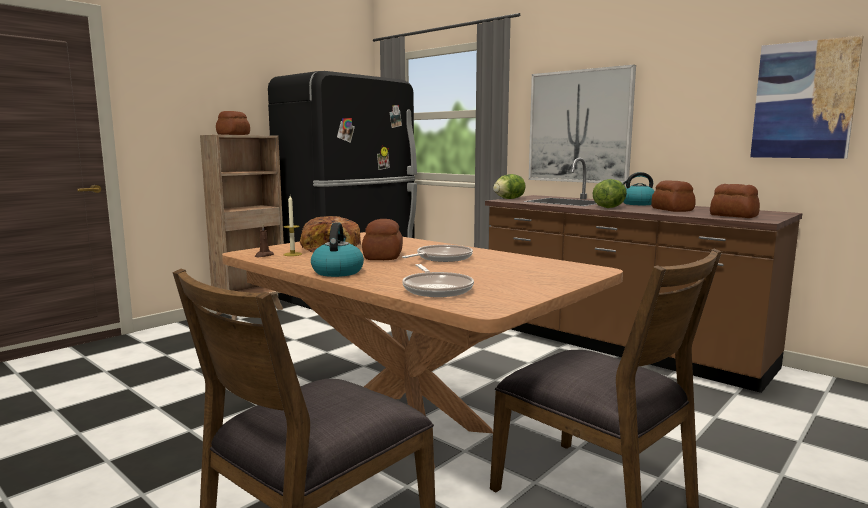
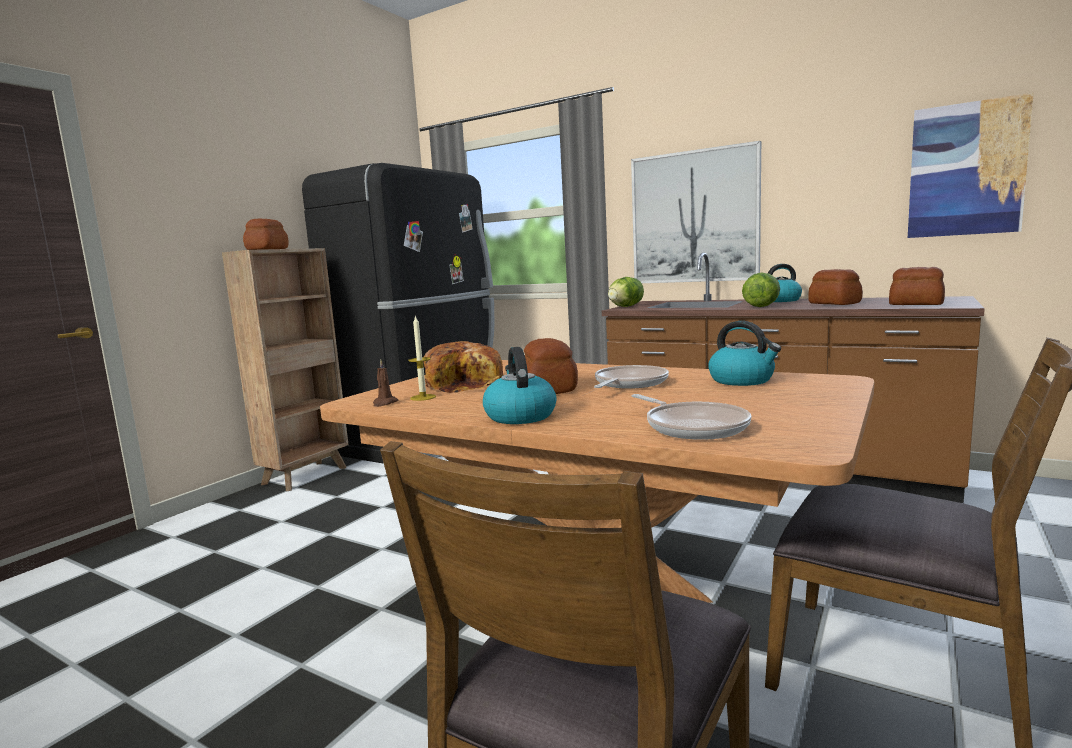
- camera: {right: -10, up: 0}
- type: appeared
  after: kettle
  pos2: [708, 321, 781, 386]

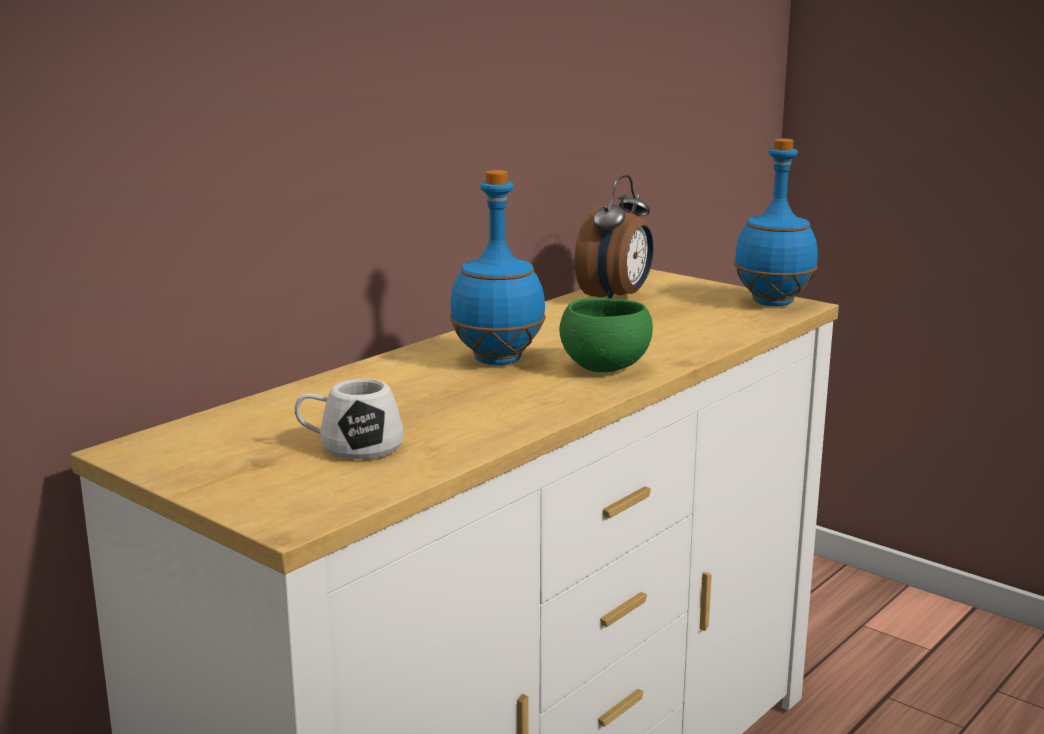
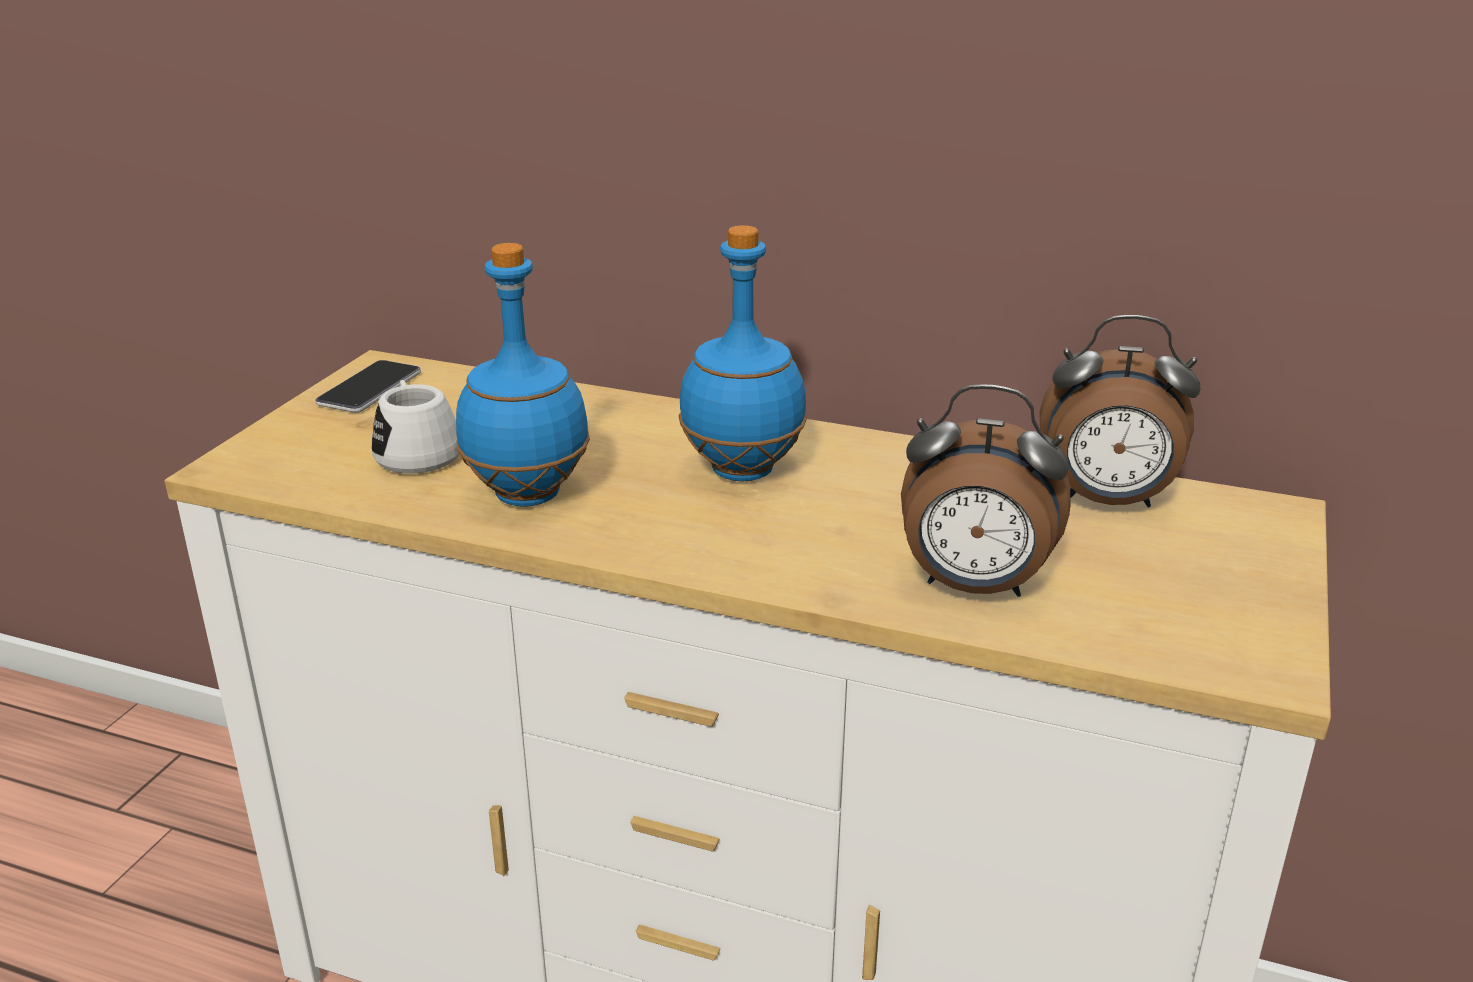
- camera: {right: 70, up: 10}
- type: missing
  before: green-coloured bowl
  pos1: [559, 298, 653, 372]
- type: relocated
  before: bluish drink bottle
  pos1: [734, 138, 818, 306]
  pos2: [456, 243, 590, 507]
- type: appeared
  after: phone
  pos2: [315, 360, 421, 413]
- type: appeared
  after: table clock
  pos2: [901, 384, 1071, 597]

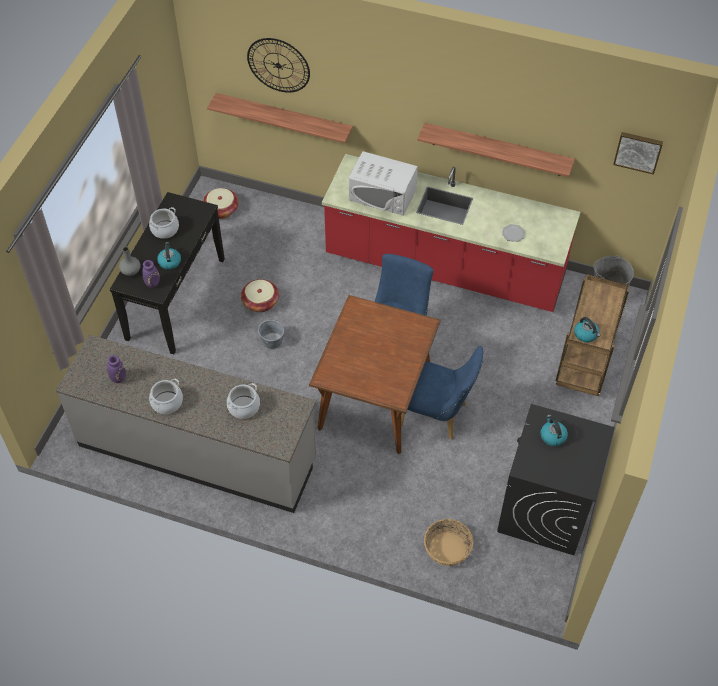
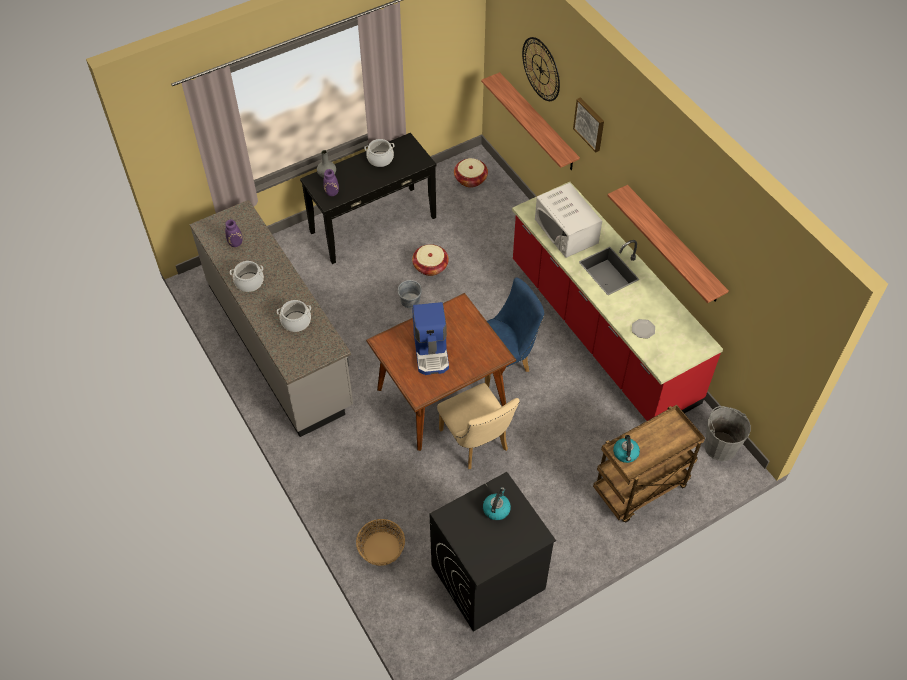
- camera: {right: 40, up: 0}
- type: missing
  before: kettle
  pos1: [157, 242, 181, 270]
- type: colour
  before: bluish upright chair
  after: sand-coloured upright chair
  pos1: [401, 346, 484, 440]
  pos2: [437, 383, 519, 469]
- type: relocated
  before: wall picture
  pos1: [613, 132, 663, 175]
  pos2: [573, 97, 604, 152]
- type: appeared
  after: coffee maker
  pos2: [412, 302, 449, 375]

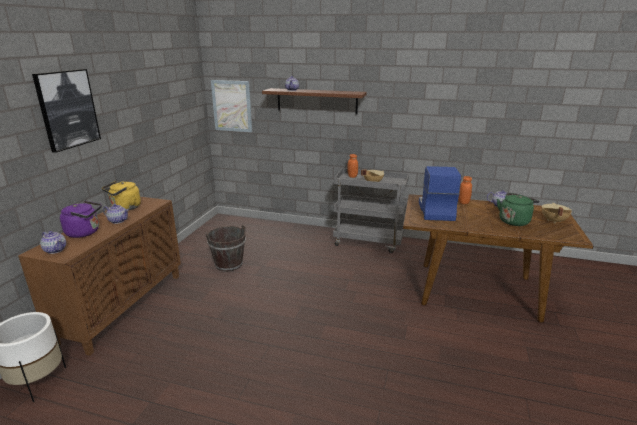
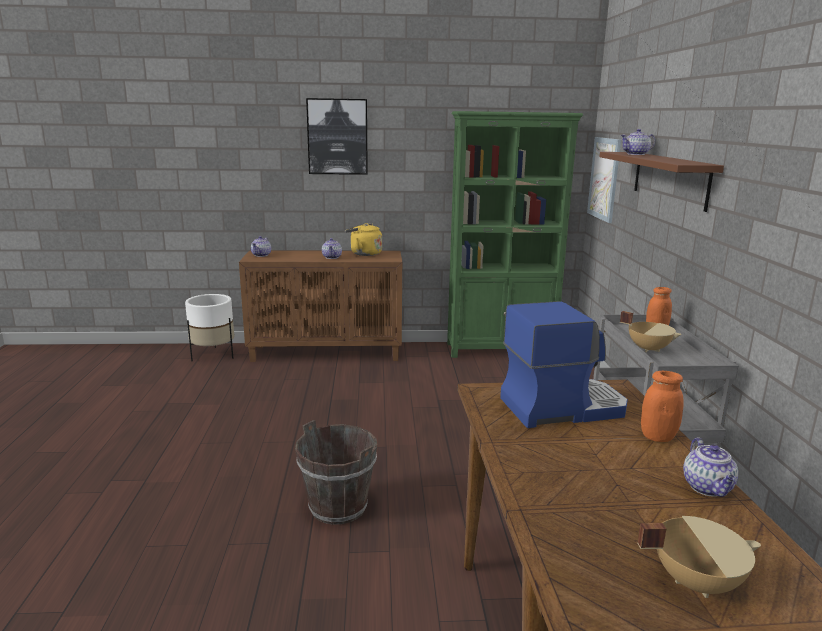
- camera: {right: 70, up: -5}
- type: missing
  before: purplish kettle
  pos1: [60, 201, 102, 238]
- type: relocated
  before: brownish water bucket
  pos1: [205, 224, 246, 272]
  pos2: [295, 420, 377, 525]
- type: missing
  before: green-coloured kettle
  pos1: [497, 193, 540, 226]
- type: appeared
  after: green-coloured bookcase
  pos2: [447, 111, 583, 358]

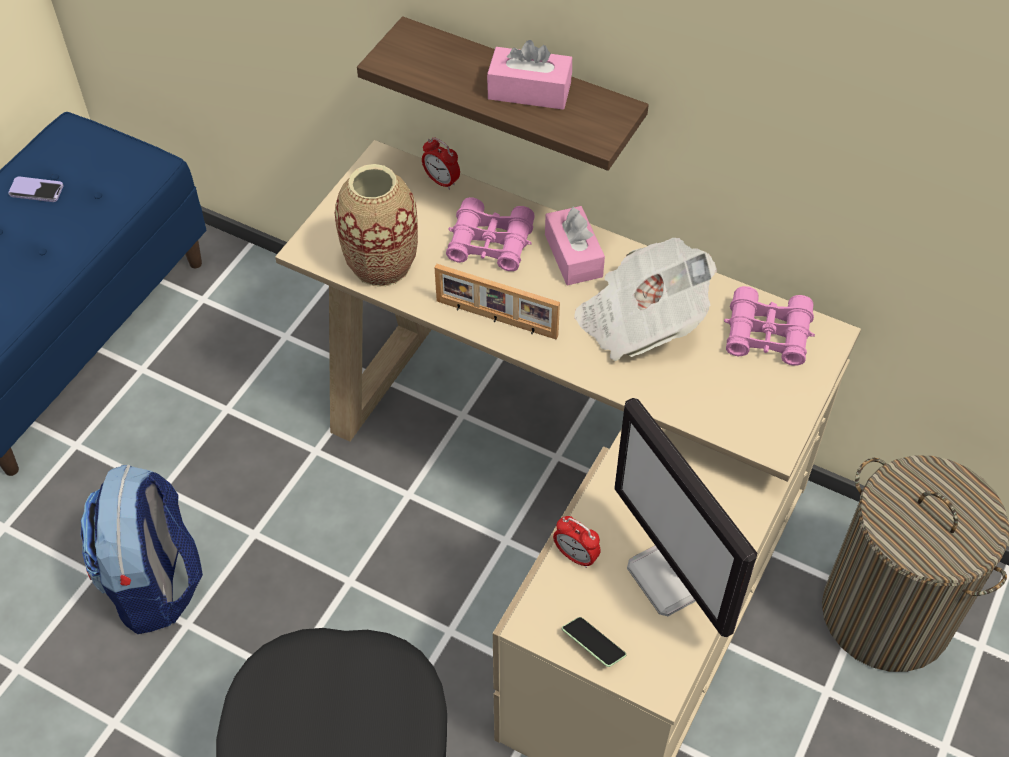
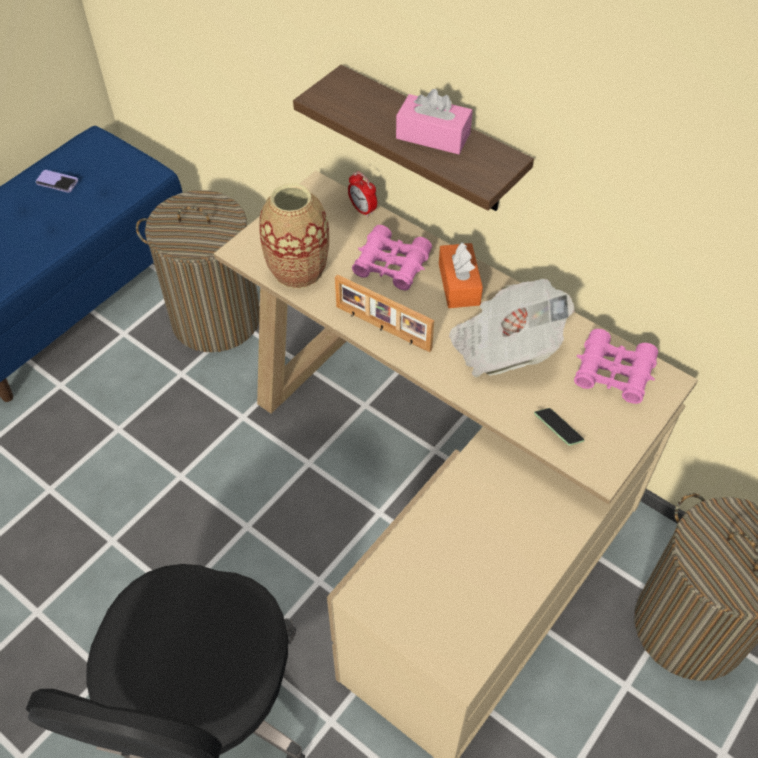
- camera: {right: 10, up: 0}
- type: missing
  before: backpack
  pos1: [81, 464, 203, 634]
- type: colour
  before: pink-coloured tissue holder
  after: orange-coloured tissue holder
  pos1: [545, 206, 605, 285]
  pos2: [439, 242, 483, 308]
- type: missing
  before: table clock
  pos1: [553, 516, 601, 568]
- type: relocated
  before: phone
  pos1: [562, 617, 626, 667]
  pos2: [534, 408, 584, 446]
- type: missing
  before: monitor
  pos1: [614, 398, 757, 637]
- type: appeared
  after: laundry basket
  pos2: [136, 190, 260, 352]

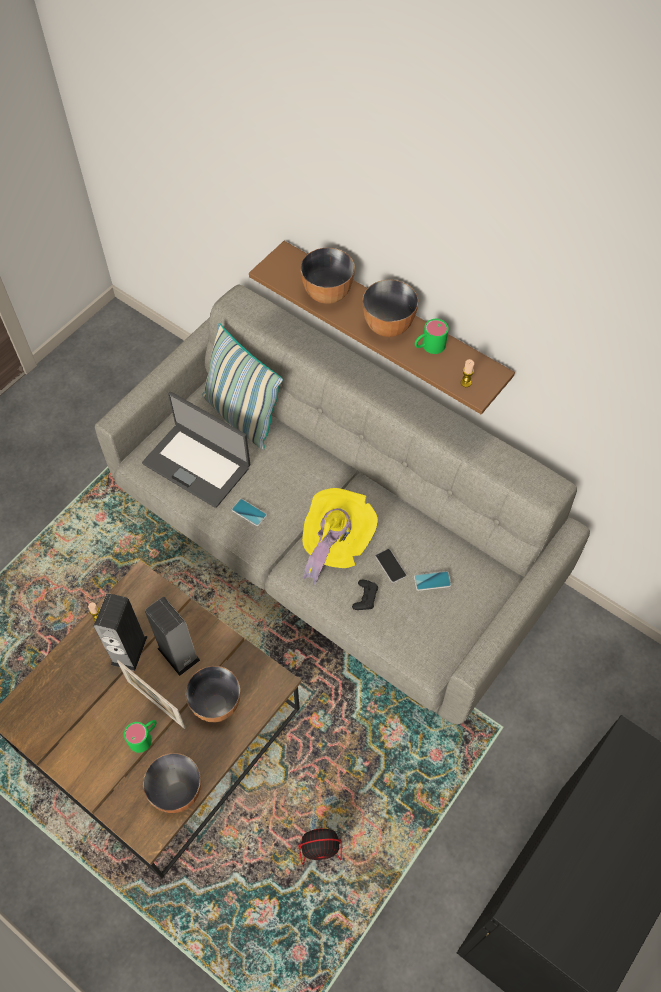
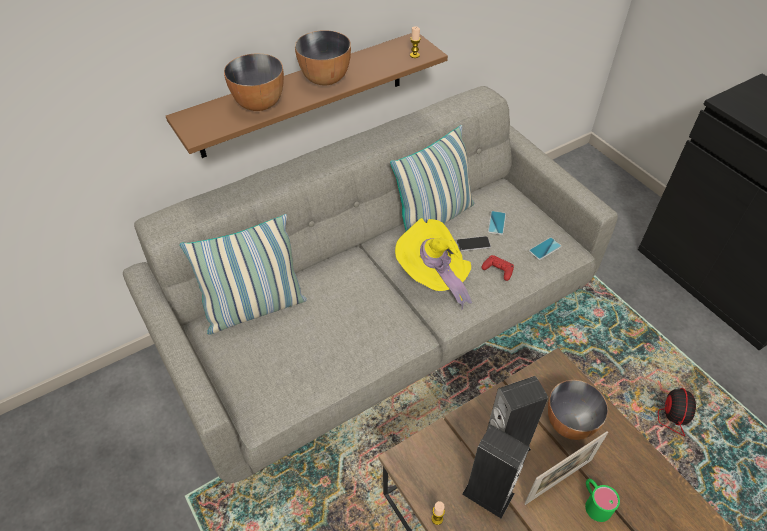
- camera: {right: -70, up: -10}
- type: missing
  before: laptop
  pos1: [142, 392, 250, 508]
- type: missing
  before: bowl
  pos1: [143, 753, 201, 813]
- type: relocated
  before: phone
  pos1: [231, 499, 267, 526]
  pos2: [529, 237, 562, 260]
- type: colour
  before: black gamepad
  after: reddish gamepad
  pos1: [352, 580, 378, 610]
  pos2: [481, 255, 514, 281]
- type: missing
  before: green-coloured tea mug
  pos1: [415, 319, 449, 354]
- type: appeared
  after: throw pillow
  pos2: [390, 125, 474, 231]

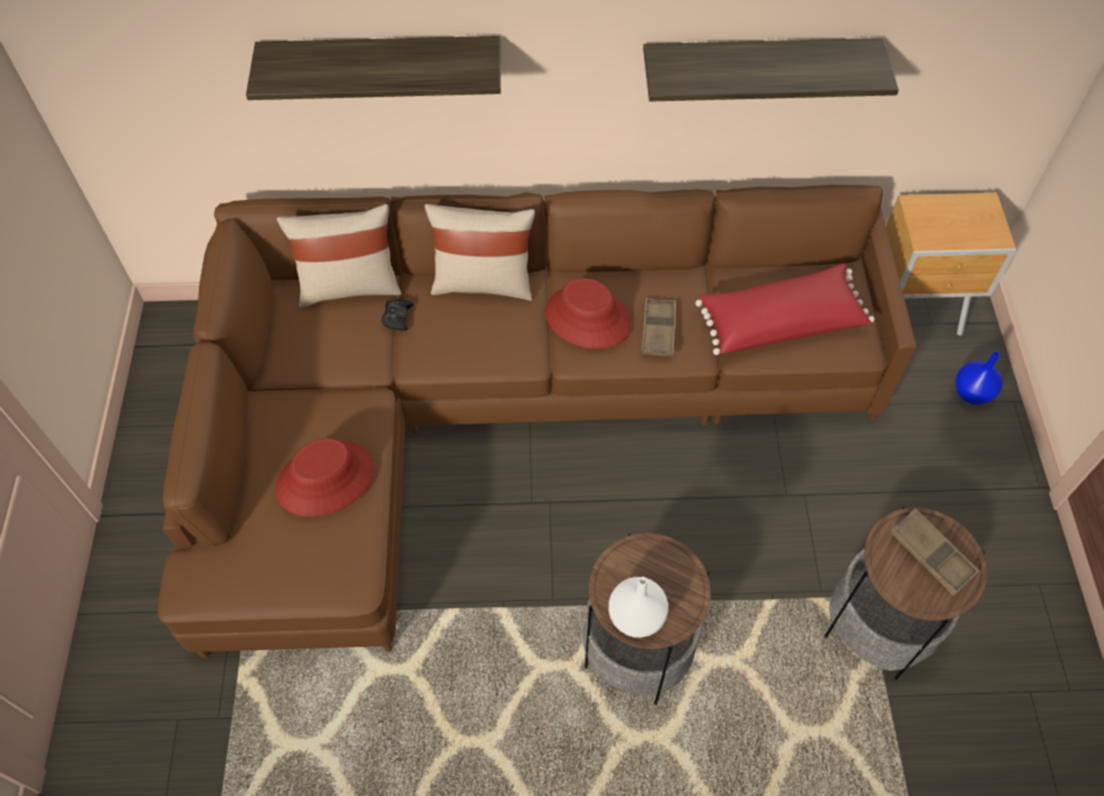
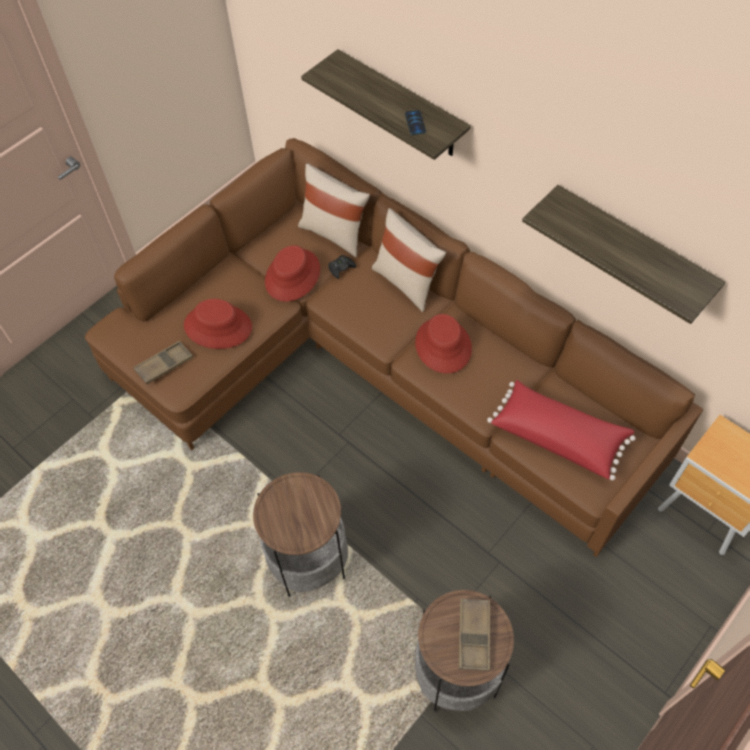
- camera: {right: 45, up: 0}
- type: missing
  before: white-coloured flower vase
  pos1: [609, 577, 668, 638]
- type: relocated
  before: brownish serving tray
  pos1: [641, 298, 676, 357]
  pos2: [133, 341, 193, 384]
- type: missing
  before: bluish flower vase
  pos1: [955, 351, 1003, 405]
- type: appeared
  after: reddish clothing hat
  pos2: [265, 245, 320, 301]
- type: appeared
  after: phone
  pos2: [405, 110, 426, 135]

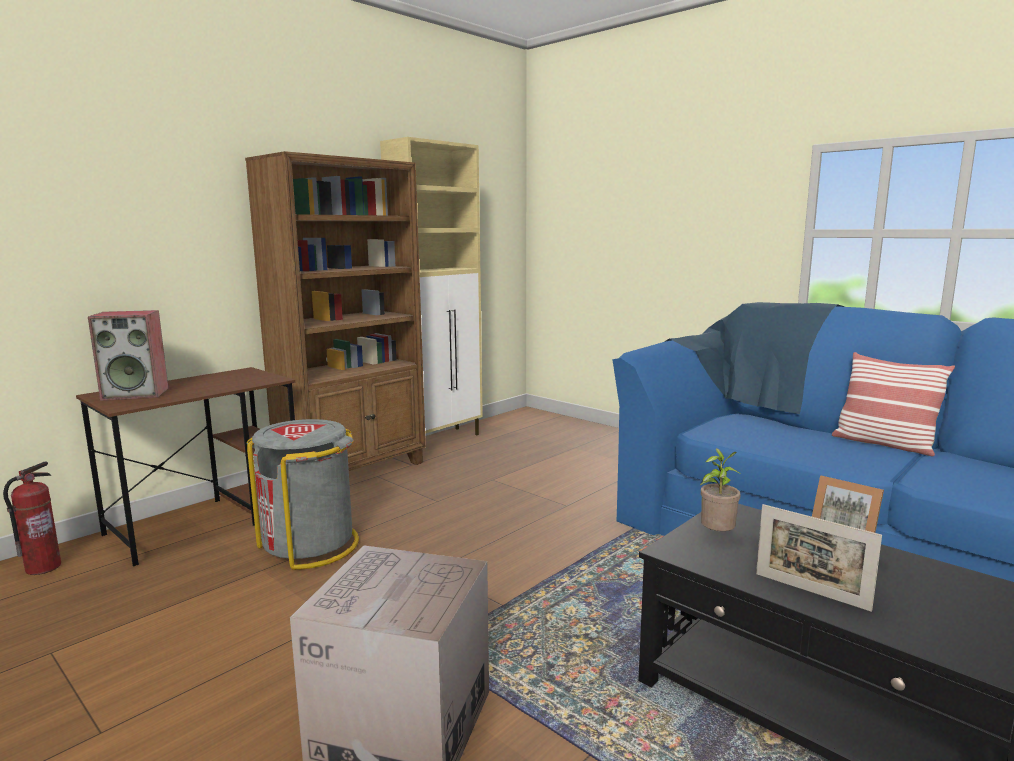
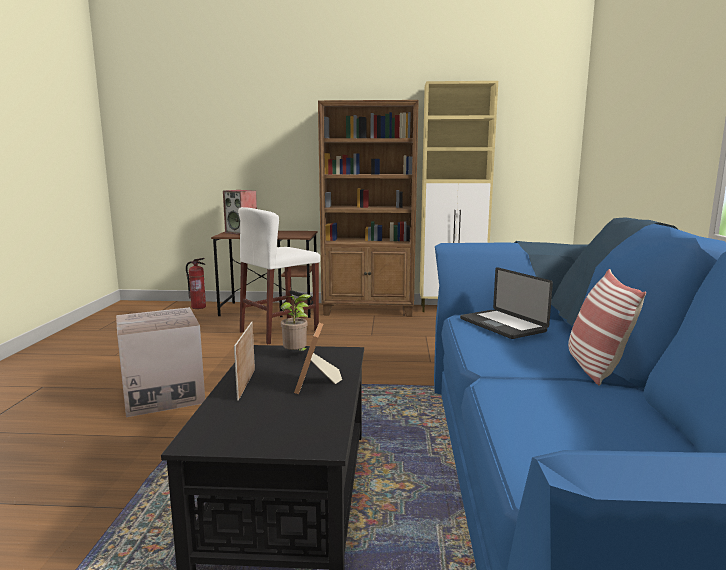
- camera: {right: 50, up: 0}
- type: exchanged
  before: grey rubbish bin
  after: white-coloured sitting stool
  pos1: [247, 419, 359, 570]
  pos2: [238, 207, 320, 344]
- type: appeared
  after: laptop
  pos2: [460, 267, 553, 339]

